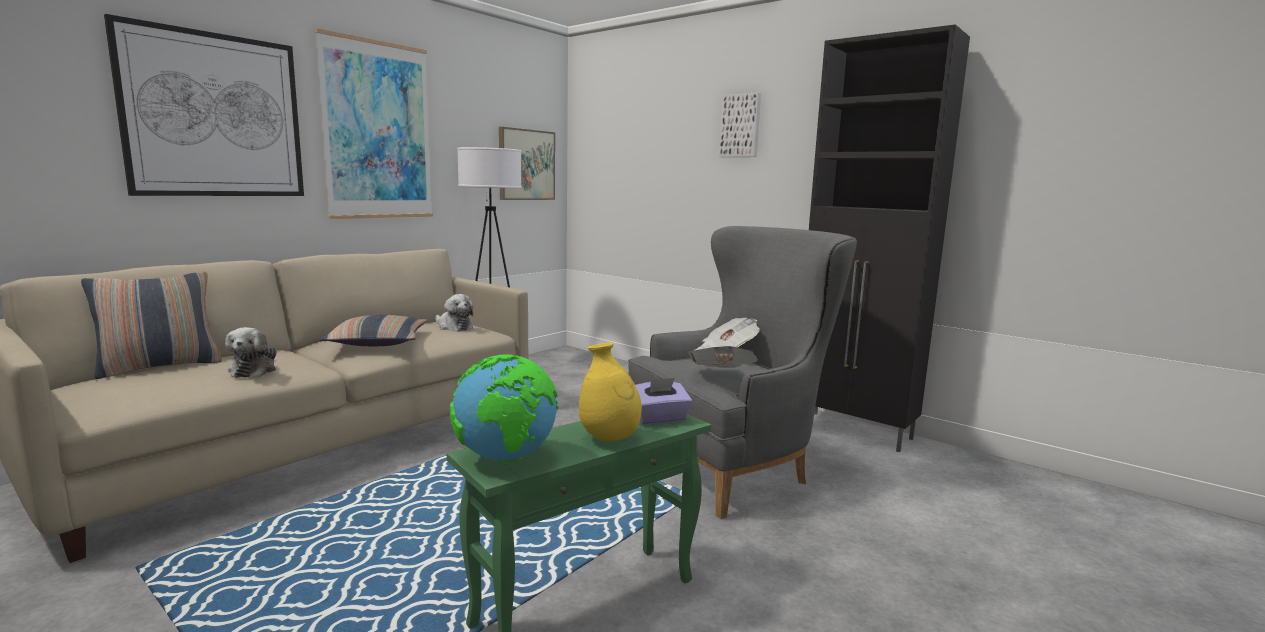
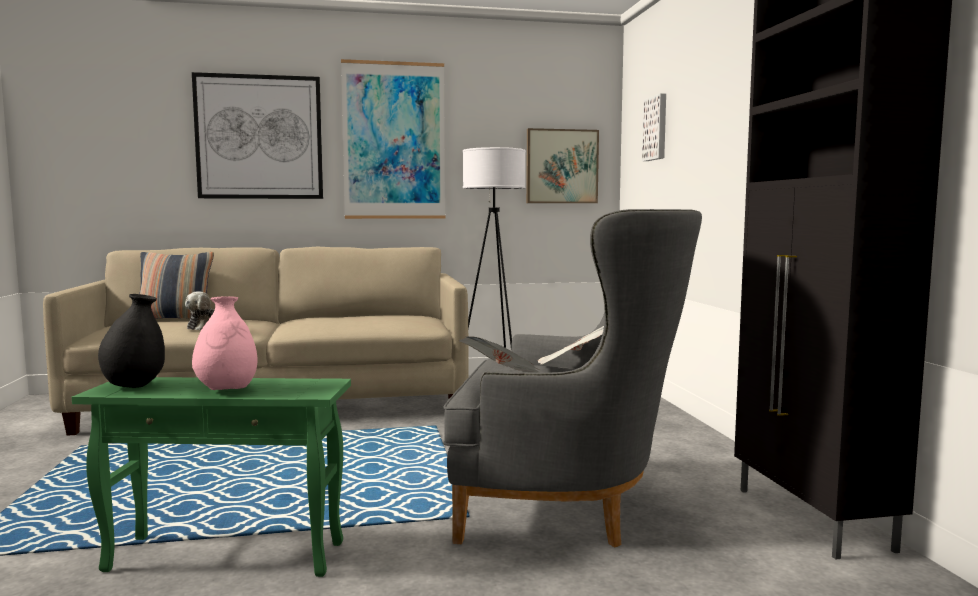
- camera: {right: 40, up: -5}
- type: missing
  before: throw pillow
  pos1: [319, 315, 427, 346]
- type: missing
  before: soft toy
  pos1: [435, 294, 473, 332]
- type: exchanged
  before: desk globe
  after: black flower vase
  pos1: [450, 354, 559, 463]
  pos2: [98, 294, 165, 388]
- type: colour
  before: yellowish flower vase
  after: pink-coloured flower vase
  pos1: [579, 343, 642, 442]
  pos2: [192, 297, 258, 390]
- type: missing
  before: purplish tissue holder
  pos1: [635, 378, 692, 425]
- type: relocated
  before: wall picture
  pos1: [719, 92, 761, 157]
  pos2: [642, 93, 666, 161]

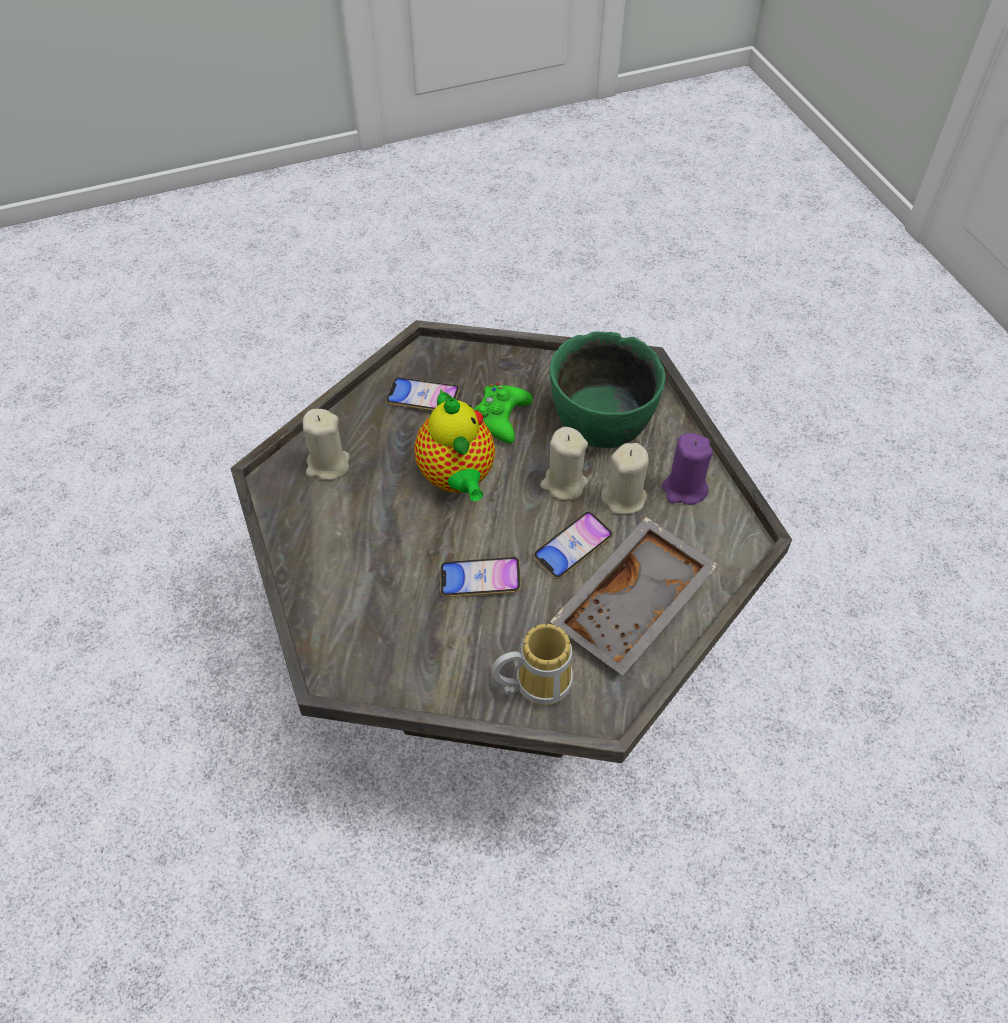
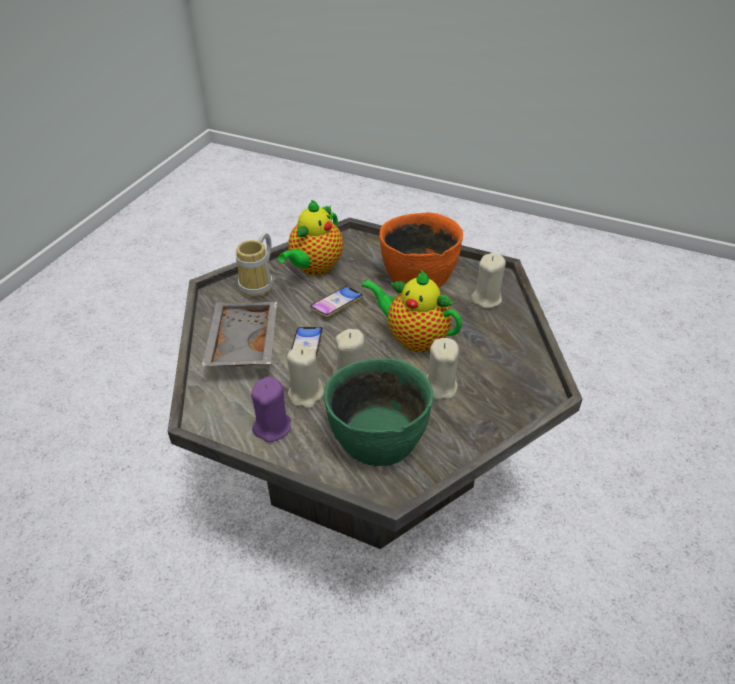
- camera: {right: 135, up: -10}
- type: missing
  before: phone
  pos1: [386, 377, 460, 411]
- type: exchanged
  before: green-coloured gamepad
  after: sand-coloured candle
  pos1: [474, 383, 533, 444]
  pos2: [426, 338, 459, 400]
- type: appeared
  after: pot for tea
  pos2: [277, 200, 343, 276]
- type: appeared
  after: orange-coloured bowl
  pos2: [379, 212, 463, 288]

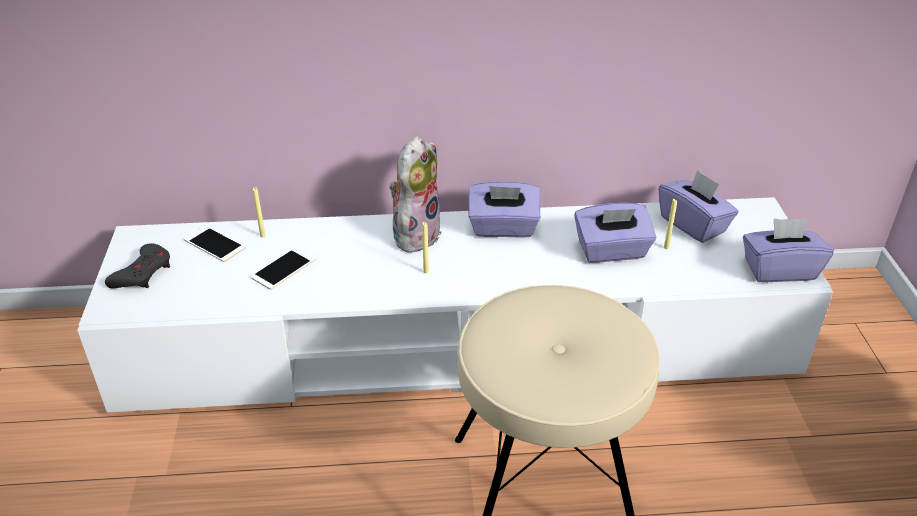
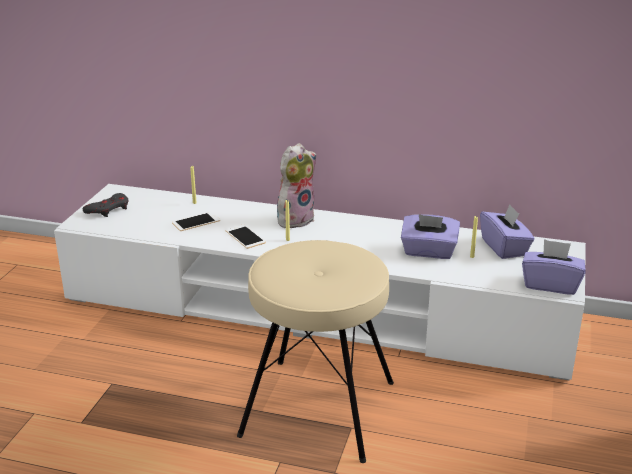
- camera: {right: 20, up: -10}
- type: relocated
  before: phone
  pos1: [184, 226, 246, 262]
  pos2: [225, 224, 266, 249]
- type: missing
  before: purplish tissue holder
  pos1: [469, 181, 540, 238]

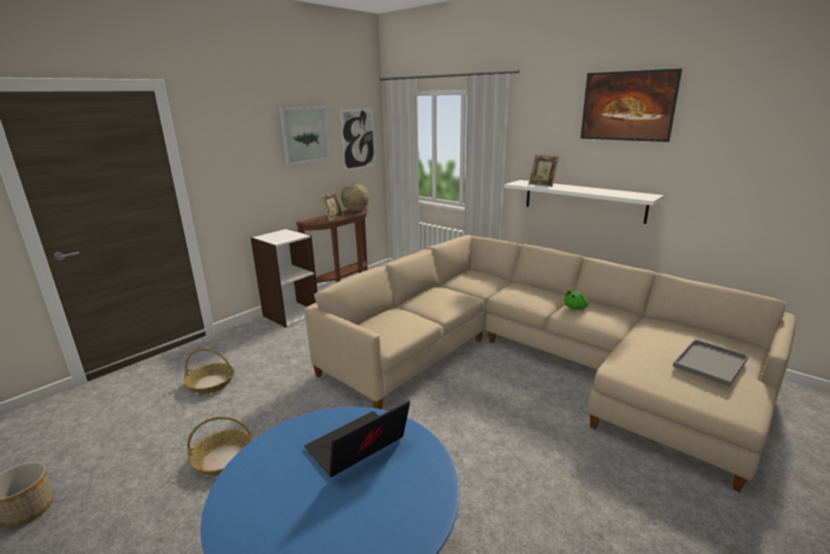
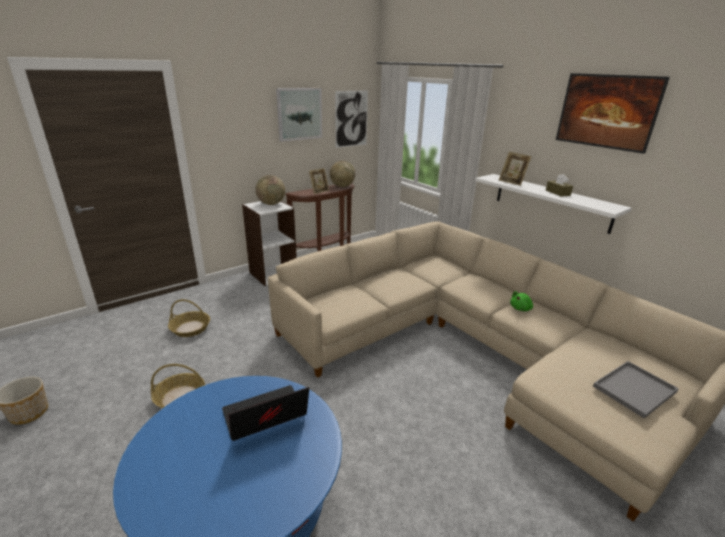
- camera: {right: 10, up: 5}
- type: appeared
  after: desk globe
  pos2: [255, 175, 285, 205]
- type: appeared
  after: brownish tissue holder
  pos2: [546, 174, 573, 197]

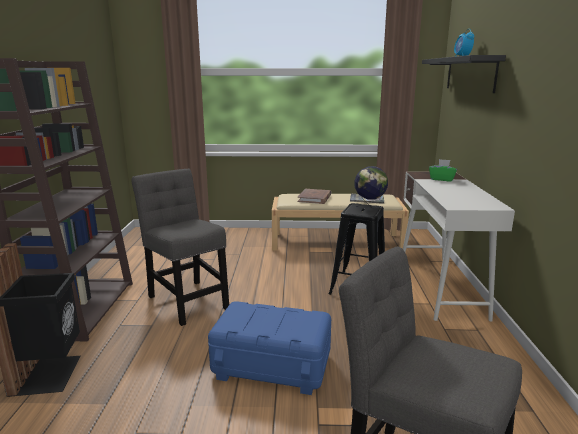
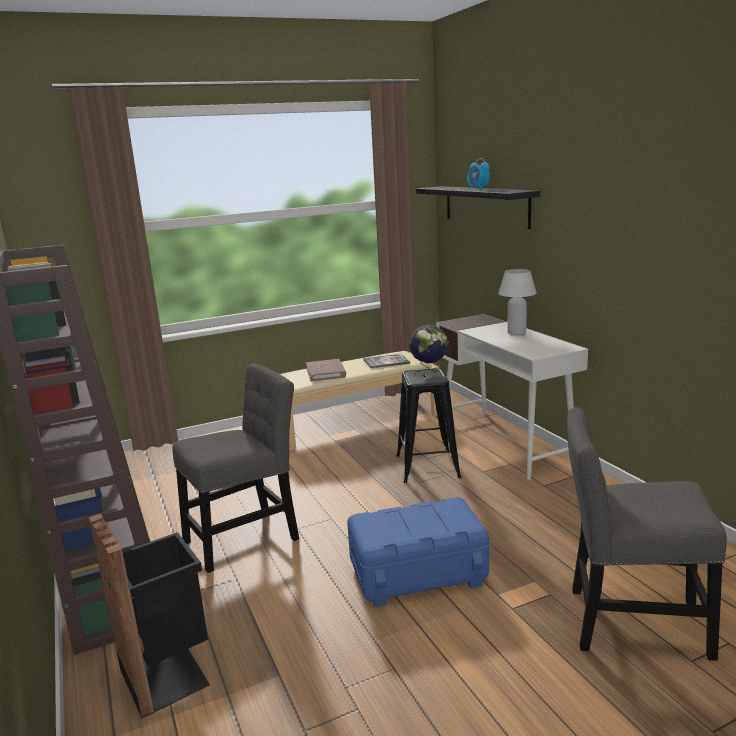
- camera: {right: -25, up: 0}
- type: spun
  before: grey upright chair
  pos1: [132, 169, 229, 326]
  pos2: [172, 363, 299, 573]
  turn: 120
- type: missing
  before: green-coloured tissue holder
  pos1: [429, 159, 457, 181]
- type: appeared
  after: white-coloured table lamp
  pos2: [498, 269, 537, 335]

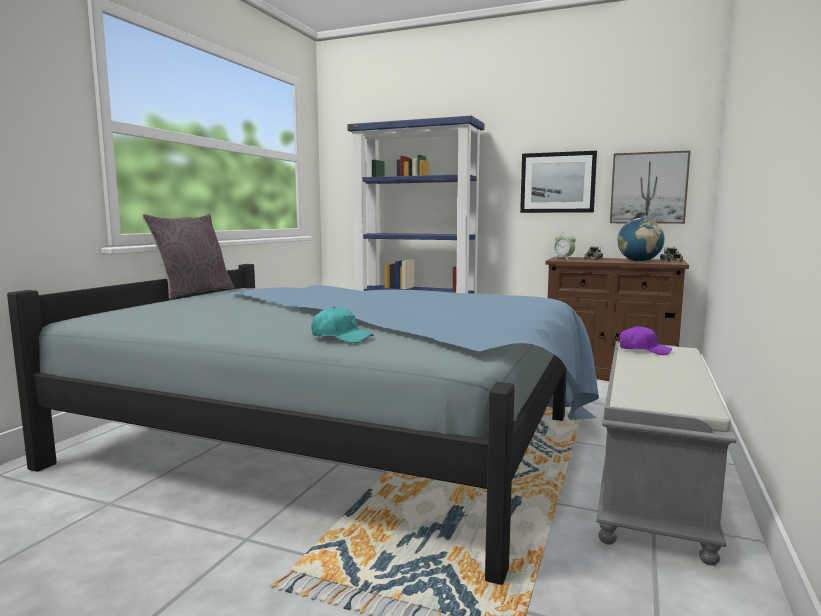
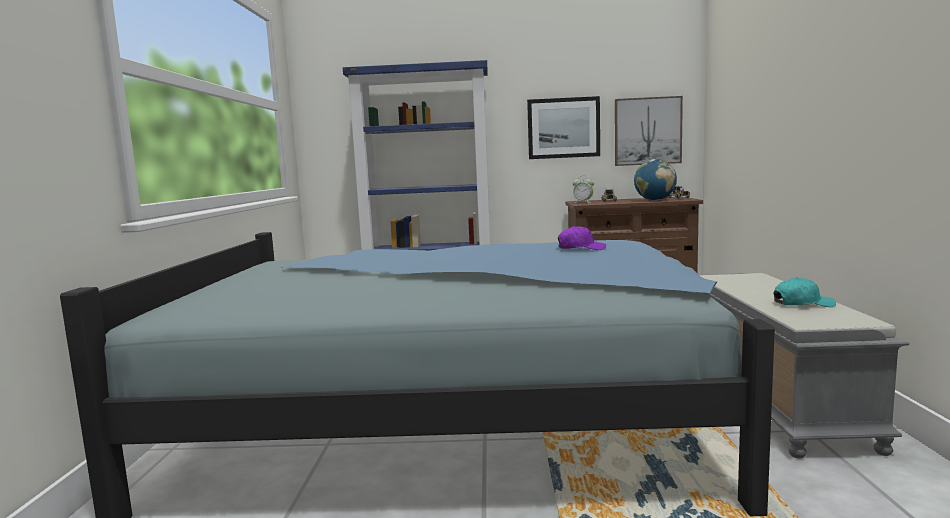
- camera: {right: -20, up: 0}
- type: missing
  before: grey throw pillow
  pos1: [142, 214, 235, 300]
- type: relocated
  before: blue-green peaked cap
  pos1: [311, 306, 373, 343]
  pos2: [774, 277, 836, 307]
- type: relocated
  before: purplish peaked cap
  pos1: [619, 326, 672, 355]
  pos2: [558, 226, 606, 250]

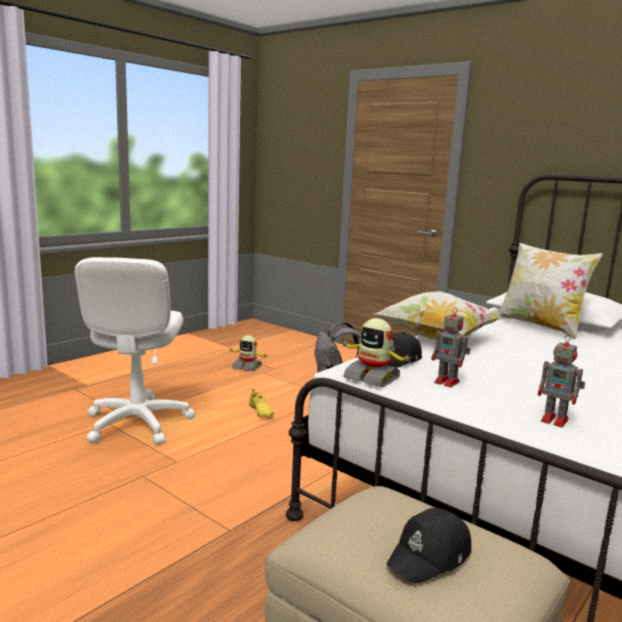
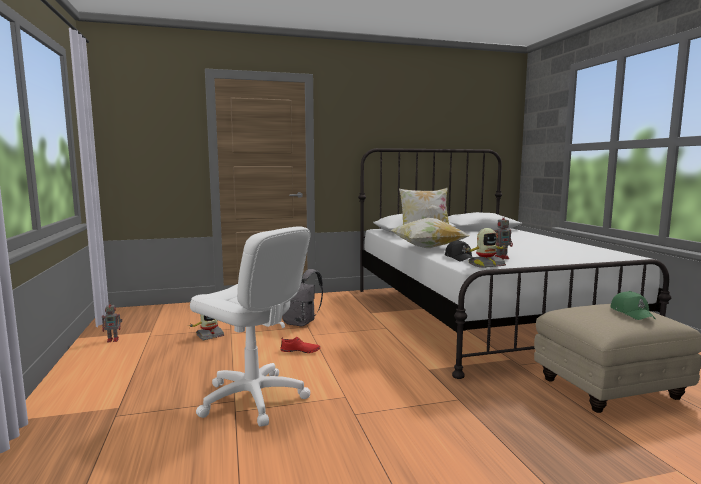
- camera: {right: -55, up: -5}
- type: colour
  before: yellowish item of footwear
  after: reddish item of footwear
  pos1: [249, 389, 274, 417]
  pos2: [280, 337, 321, 353]
- type: colour
  before: black peaked cap
  after: green-coloured peaked cap
  pos1: [386, 508, 471, 584]
  pos2: [610, 291, 656, 320]
- type: relocated
  before: model robot
  pos1: [538, 334, 585, 427]
  pos2: [102, 301, 122, 343]

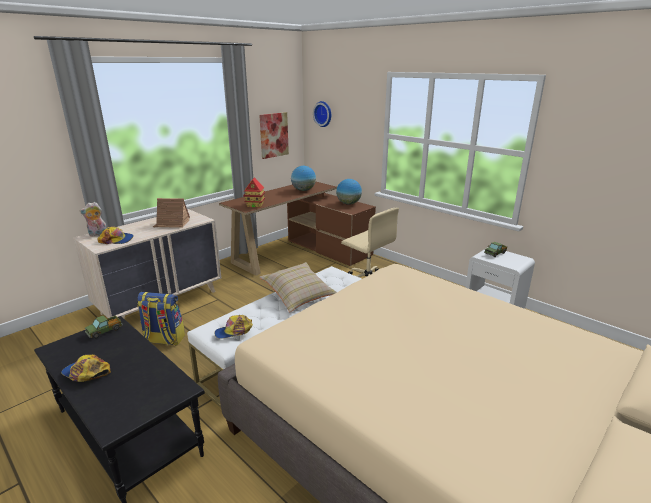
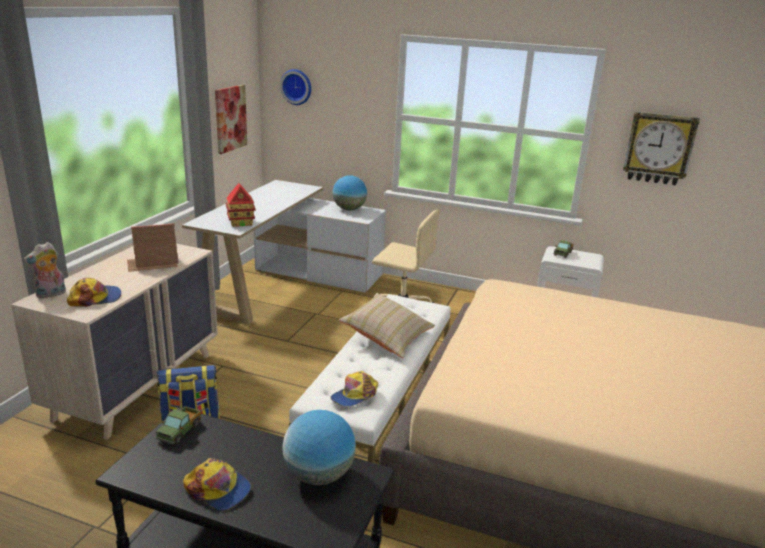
- camera: {right: -25, up: 0}
- type: spun
  before: peaked cap
  pos1: [61, 355, 111, 382]
  pos2: [183, 458, 251, 511]
  turn: -150
- type: colour
  before: brownish desk unit
  after: white-coloured desk unit
  pos1: [219, 182, 376, 276]
  pos2: [182, 180, 386, 324]
- type: relocated
  before: desk globe
  pos1: [291, 166, 316, 191]
  pos2: [282, 410, 356, 485]
- type: appeared
  after: wall clock
  pos2: [623, 112, 700, 186]

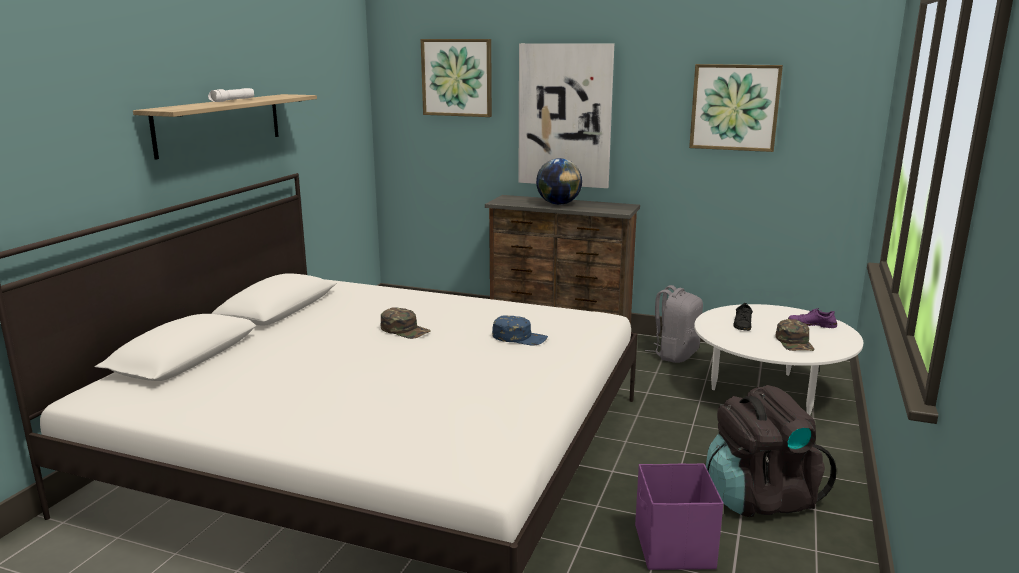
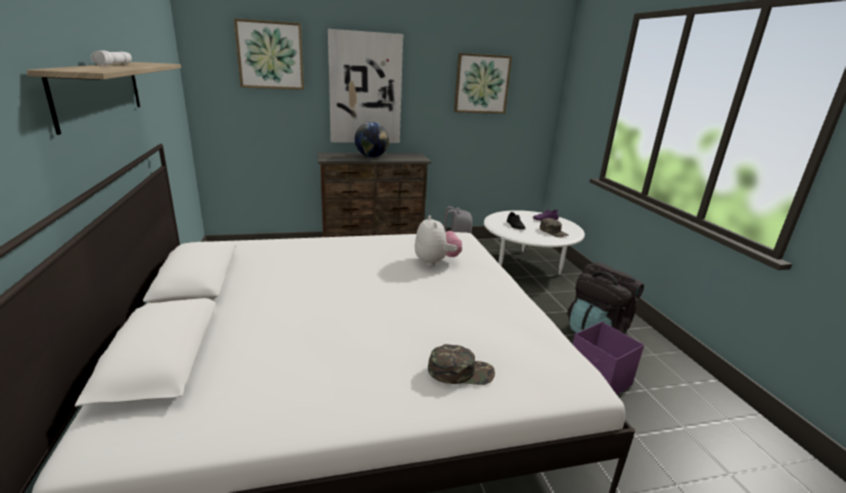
- camera: {right: -35, up: 5}
- type: relocated
  before: green-coloured peaked cap
  pos1: [381, 307, 431, 339]
  pos2: [428, 344, 495, 385]
- type: exchanged
  before: bluish peaked cap
  after: soft toy
  pos1: [492, 315, 548, 345]
  pos2: [415, 215, 462, 267]

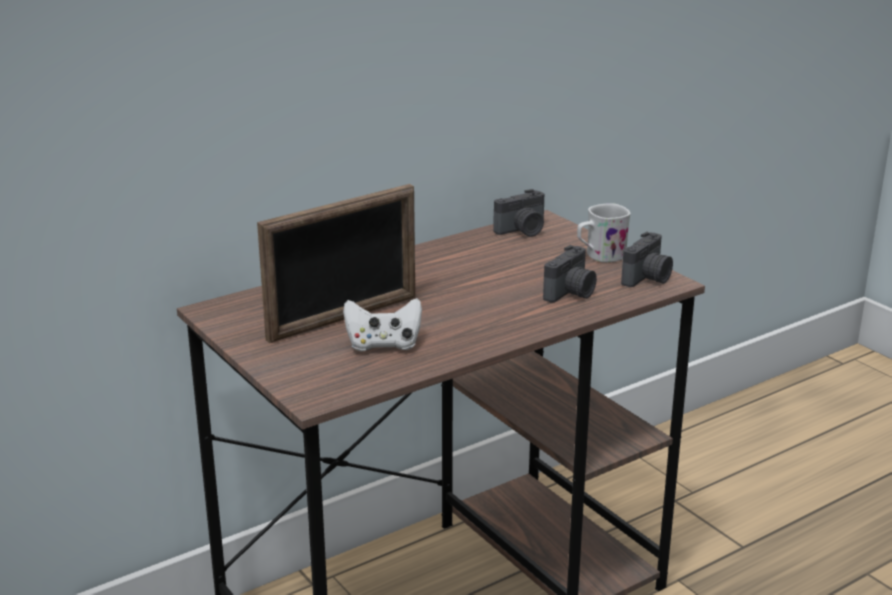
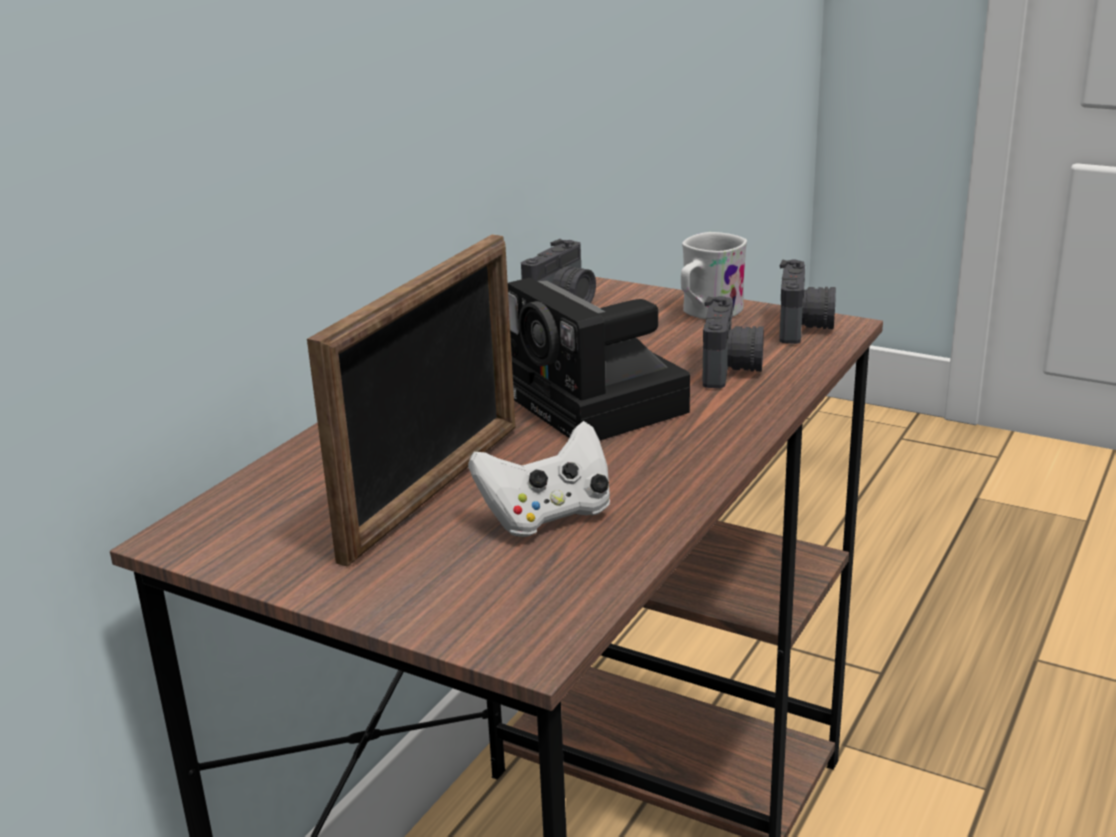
- camera: {right: -25, up: 0}
- type: appeared
  after: photo camera
  pos2: [508, 278, 690, 441]

